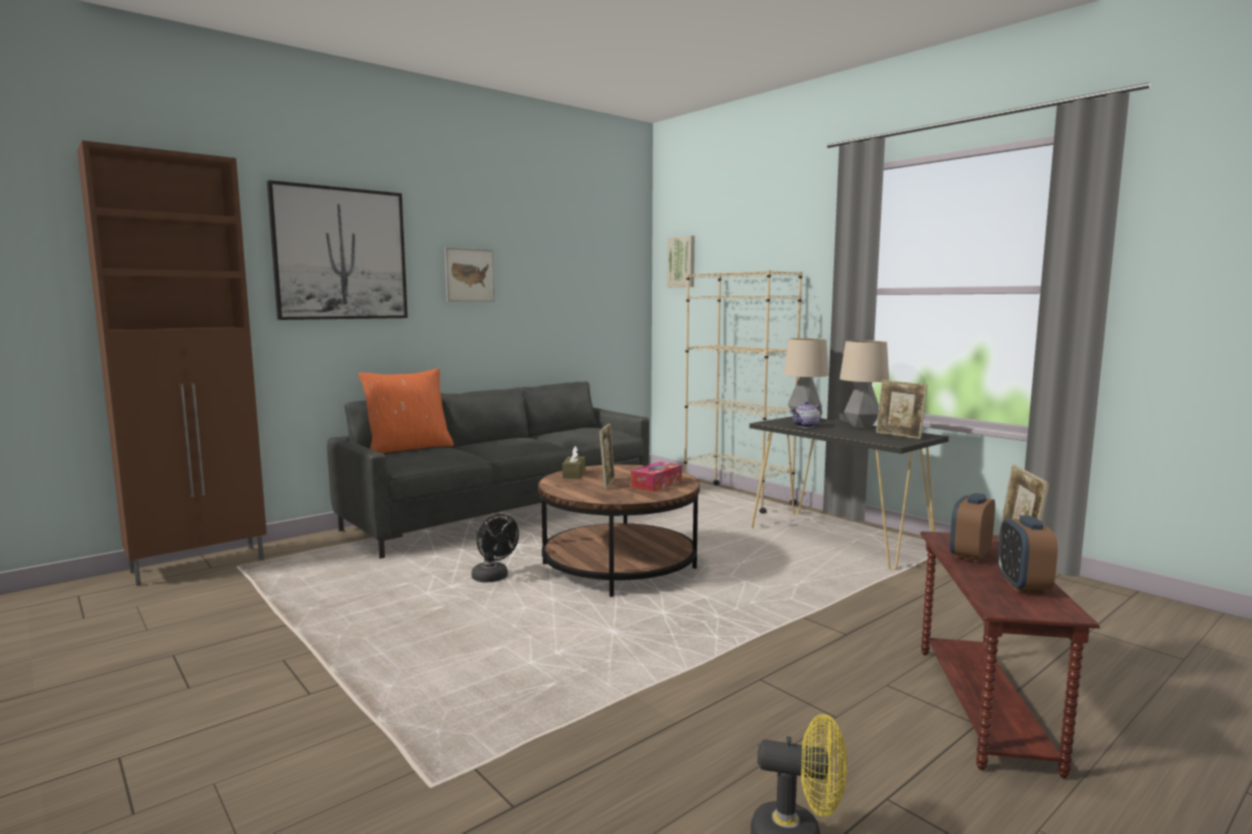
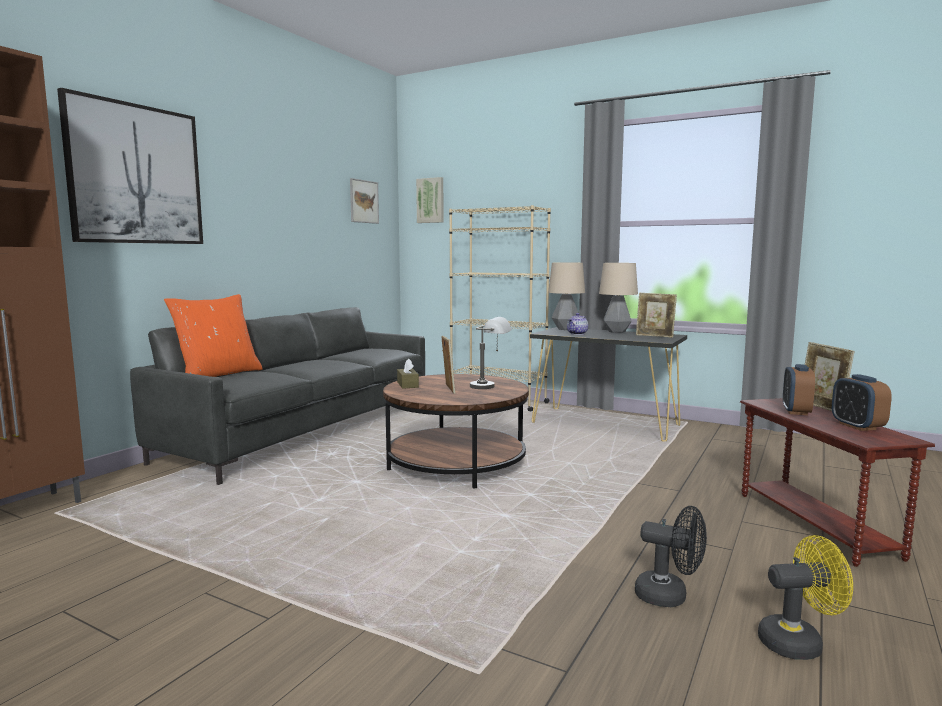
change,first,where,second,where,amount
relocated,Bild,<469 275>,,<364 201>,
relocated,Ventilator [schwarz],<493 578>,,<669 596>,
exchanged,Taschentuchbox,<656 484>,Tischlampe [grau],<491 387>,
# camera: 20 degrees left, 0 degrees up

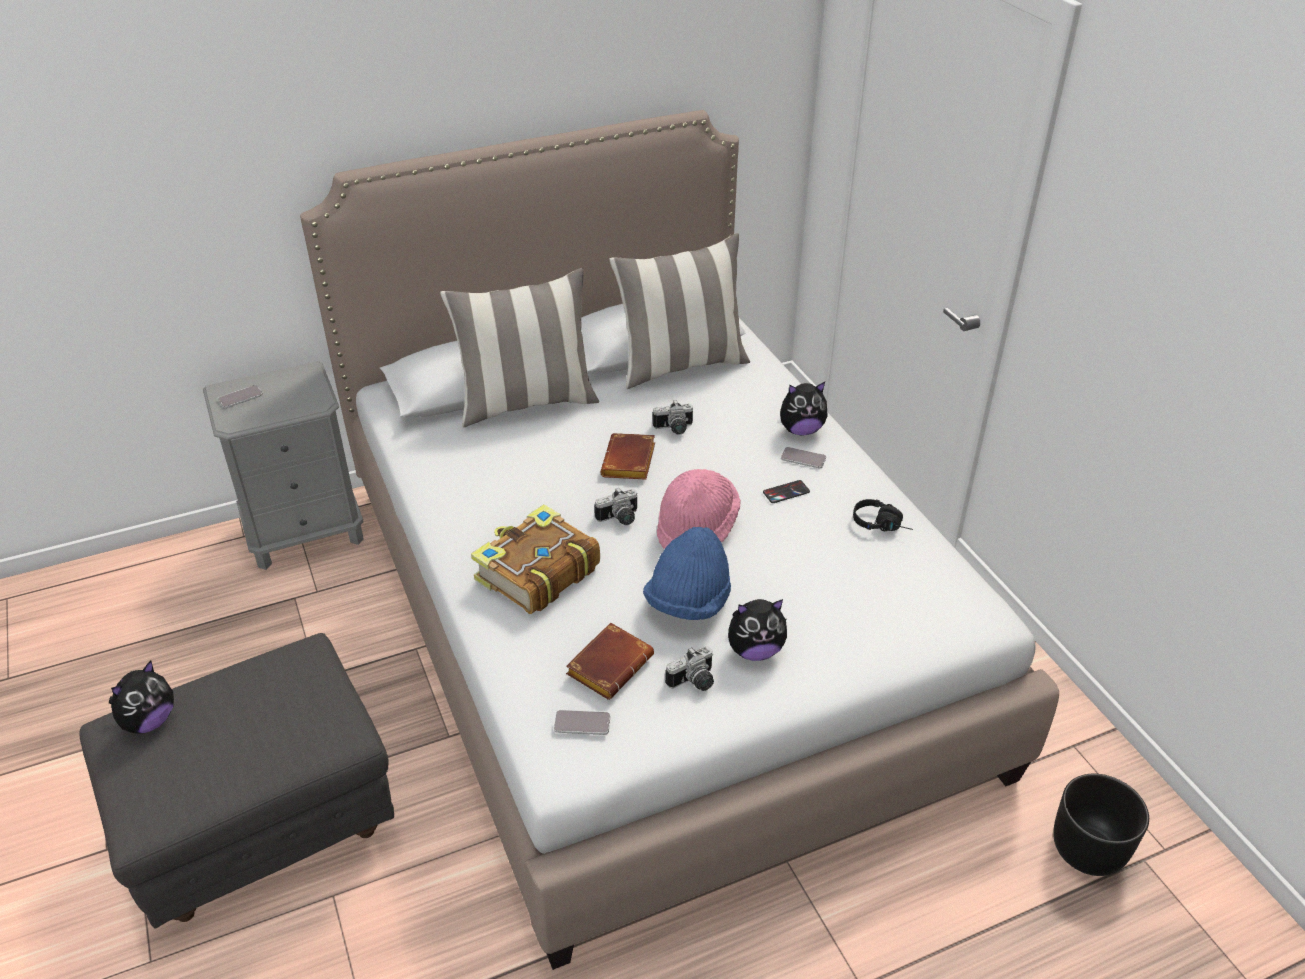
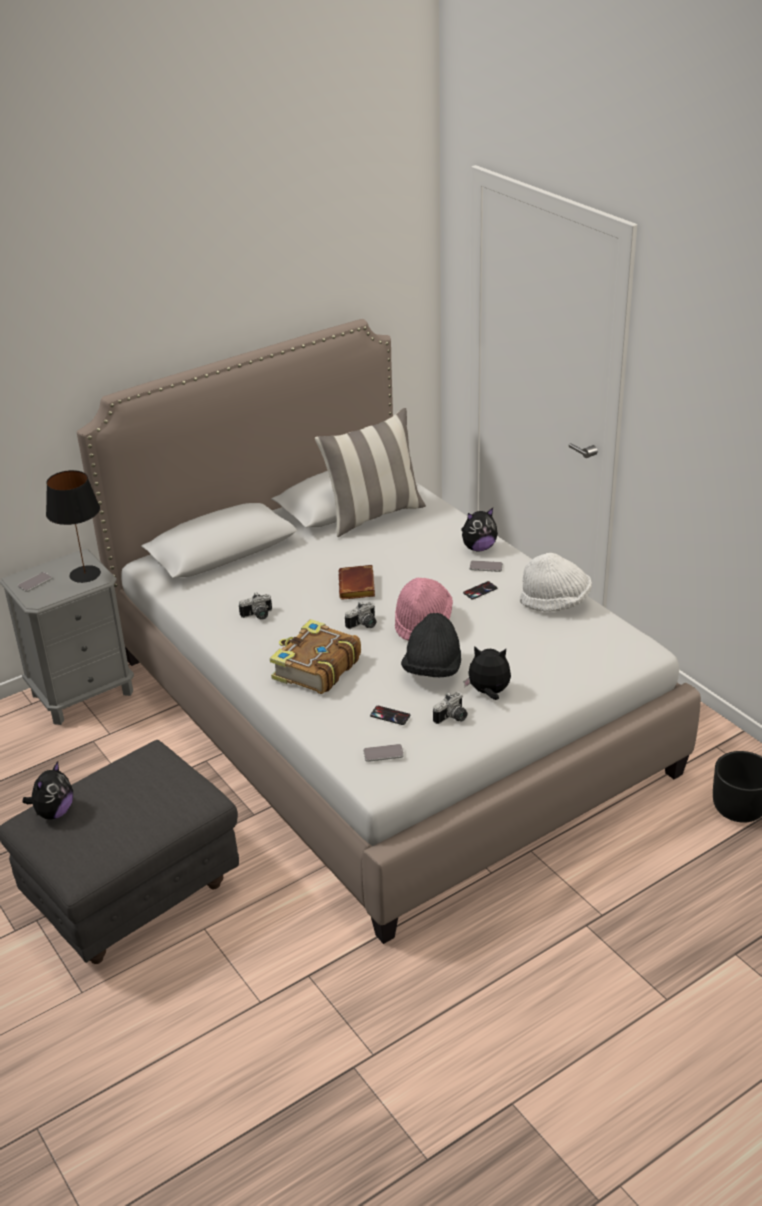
change,first,where,second,where,amount
missing,Kissen,<527 403>,,,
appeared,,,Tischlampe [schwarz],<84 574>,
relocated,Kamera,<674 429>,,<258 616>,
exchanged,Buch [braun],<609 664>,Handy,<390 715>,
exchanged,Kopfhörer [schwarz],<882 524>,Hut [weiß],<555 602>,
colour,Hut [blau],<688 602>,Hut [schwarz],<432 670>,
spun,Plüschtier,<755 650>,,<488 693>,150 degrees counterclockwise
# camera: 10 degrees left, 5 degrees down

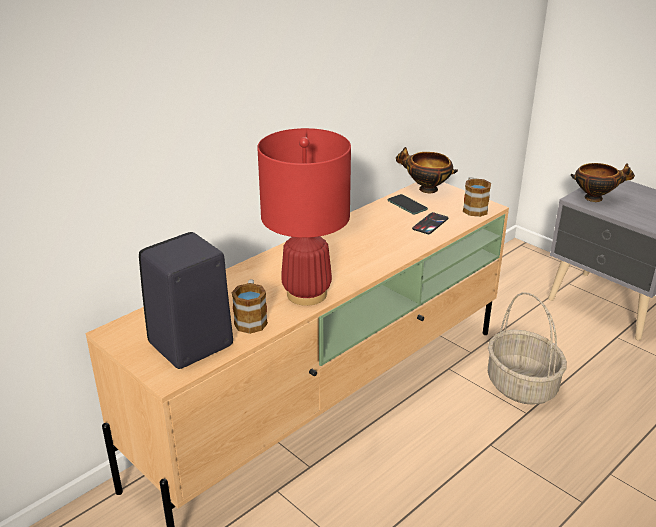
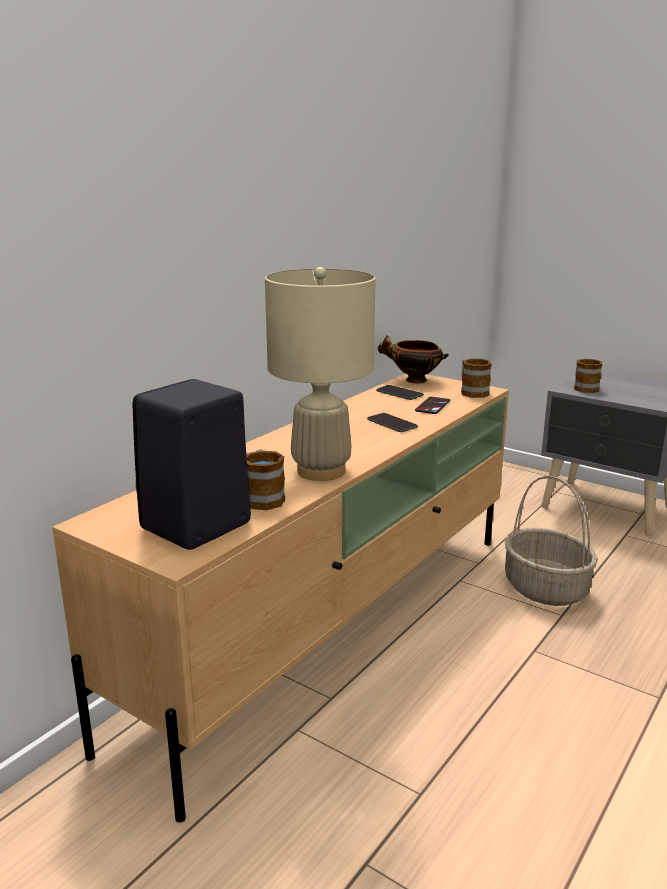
change,first,where,second,where,amount
appeared,,,Handy,<392 423>,
exchanged,Schüssel,<595 198>,Henkelbecher,<583 387>,
colour,Tischlampe [rot],<306 294>,Tischlampe [beige],<321 471>,
# camera: 10 degrees left, 10 degrees down

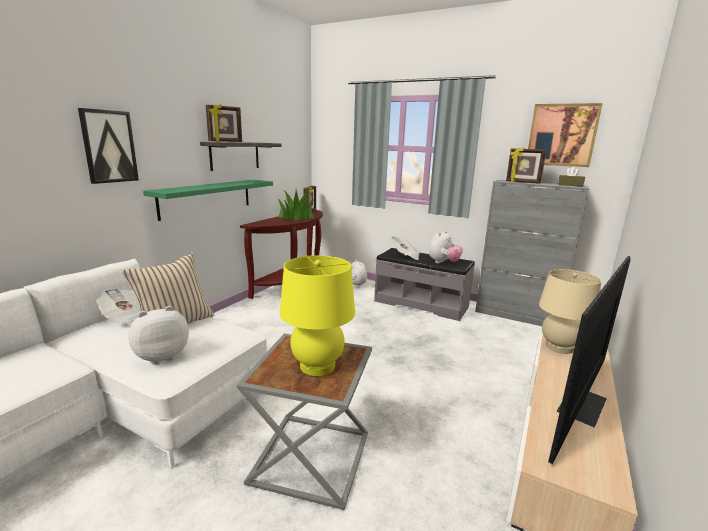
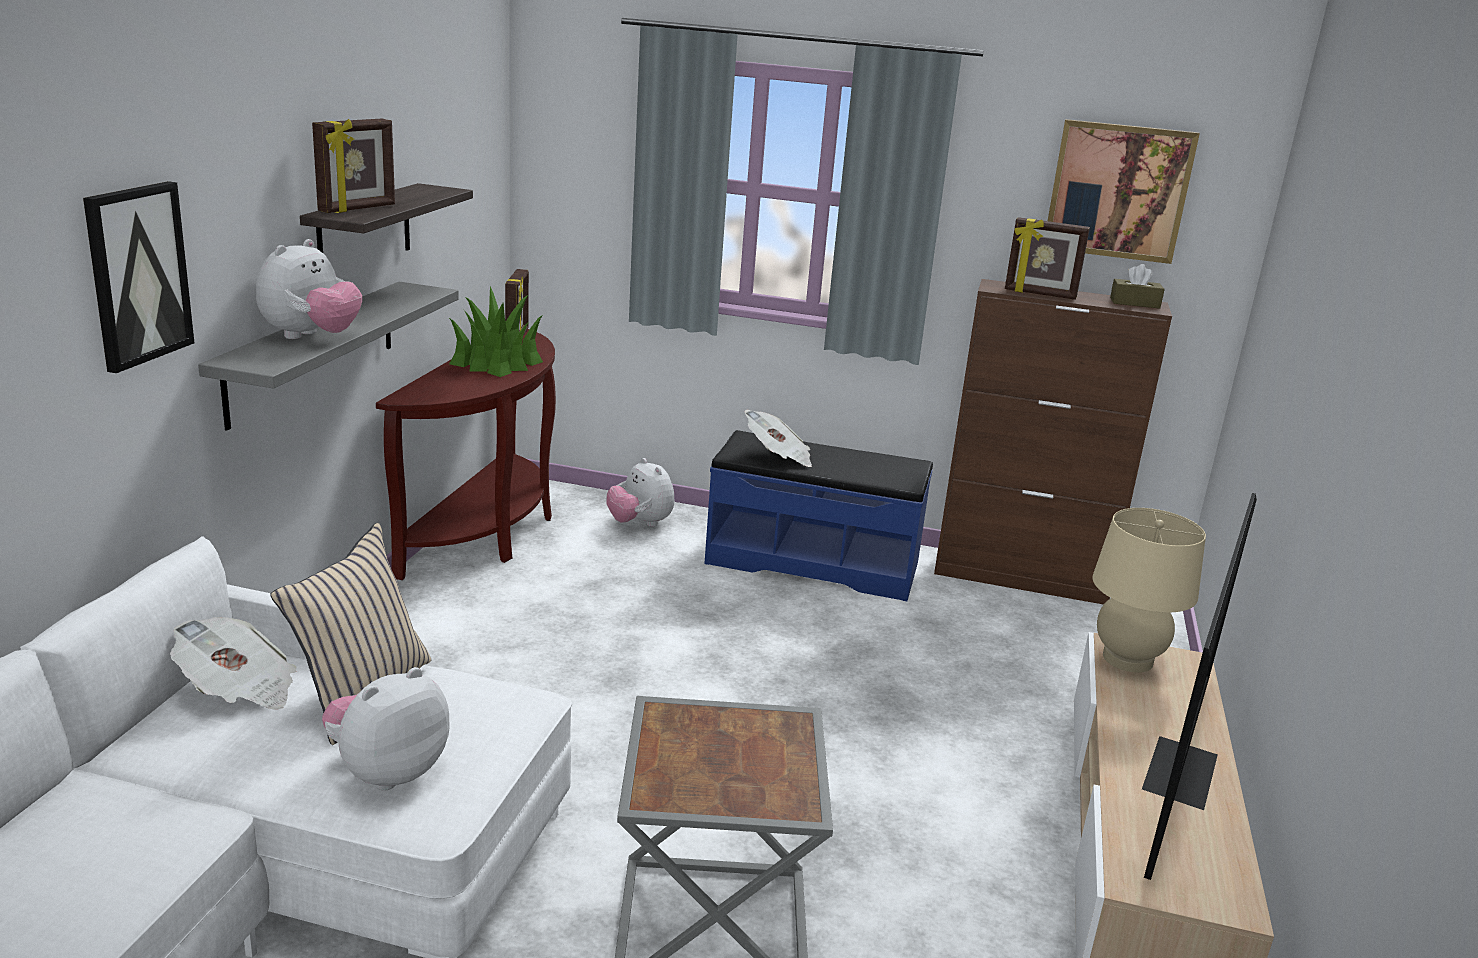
change,first,where,second,where,amount
missing,Tischlampe [gelb],<317 366>,,,
relocated,Plüschtier,<443 263>,,<311 337>,
colour,Wandregal [grün],<207 198>,Wandregal [grau],<313 351>,
colour,Bank [grau],<421 303>,Bank [blau],<813 562>,
colour,Schrank [grau],<517 316>,Schrank [braun],<1021 578>,
# camera: 15 degrees left, 5 degrees up

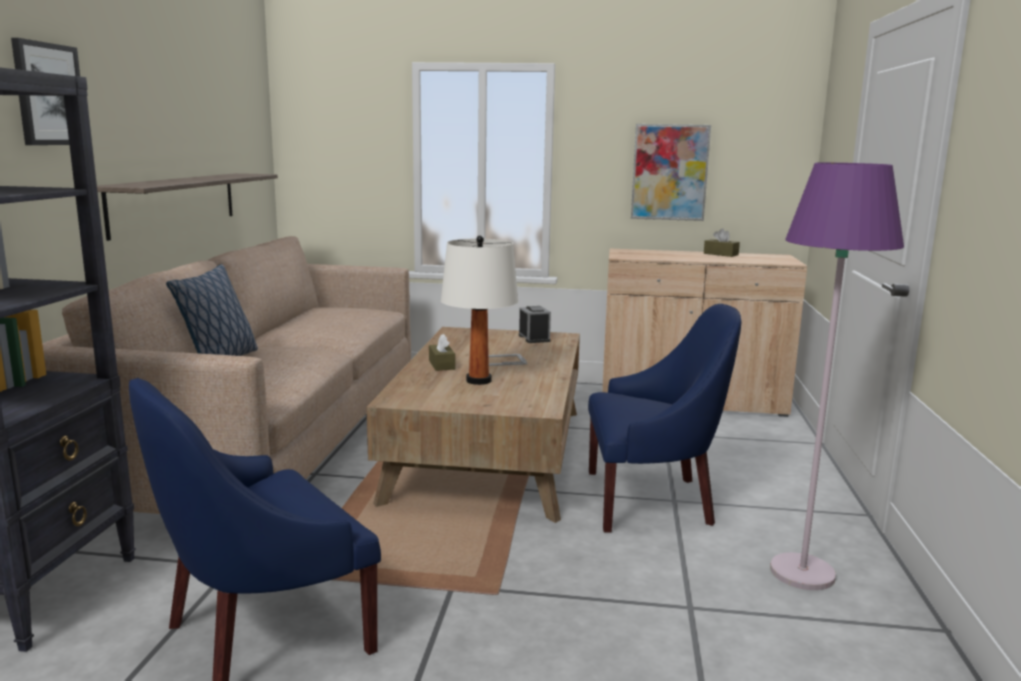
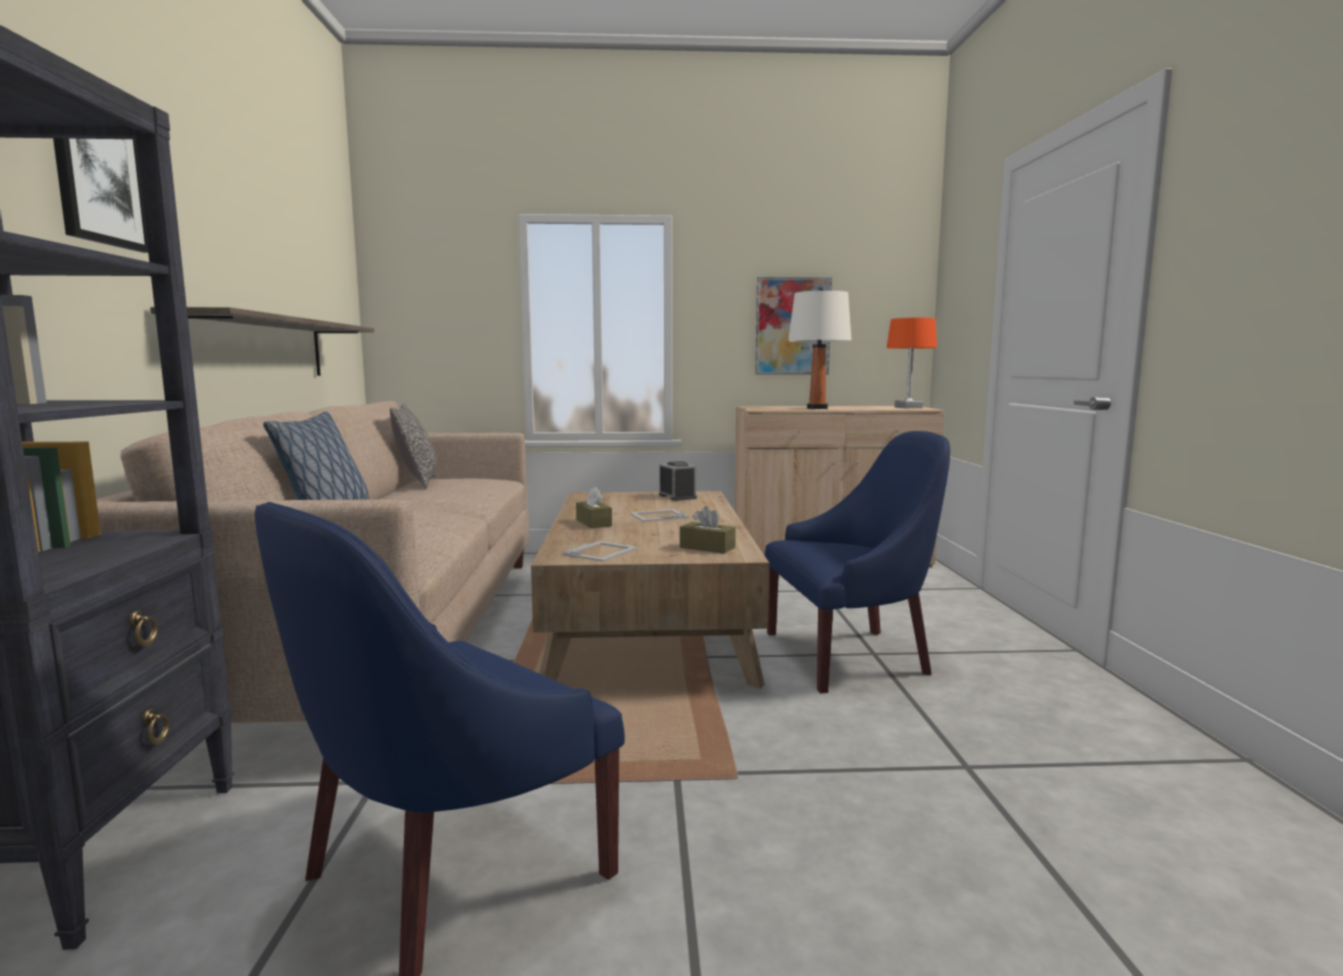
change,first,where,second,where,amount
missing,Stehlampe [lila],<802 573>,,,
appeared,,,Kissen,<418 482>,
appeared,,,Bilderrahmen,<602 551>,
appeared,,,Tischlampe [orange],<908 407>,
relocated,Tischlampe [weiß],<478 380>,,<817 408>,
relocated,Taschentuchbox [braun],<720 254>,,<707 547>,
# camera: 10 degrees left, 5 degrees down

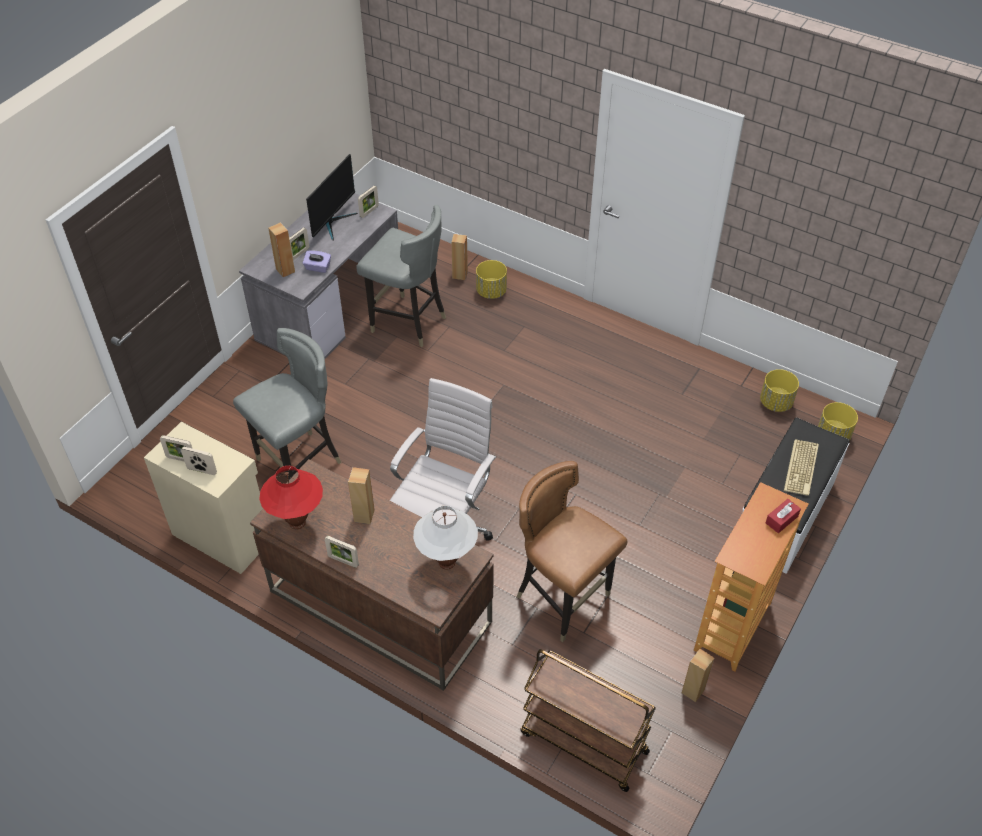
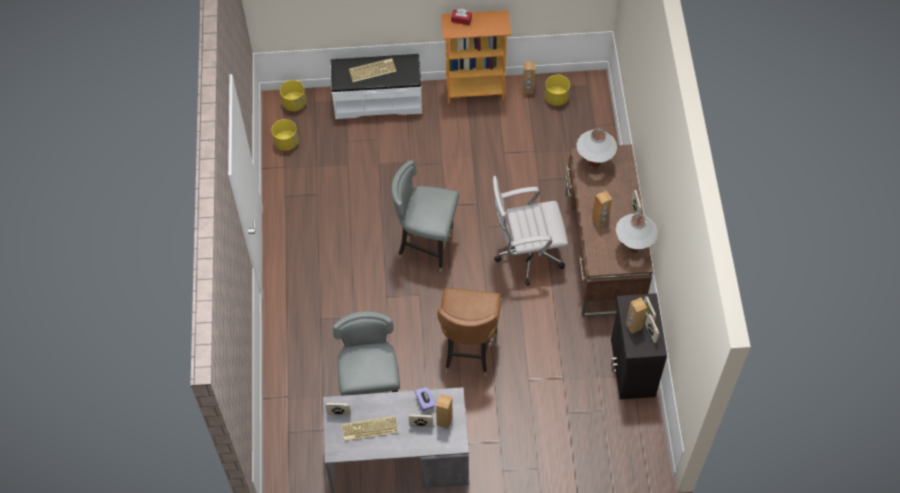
change,first,where,second,where,amount
missing,Rollwagen [braun],<582 742>,,,
relocated,Stuhl [grau],<299 464>,,<426 246>,
relocated,Lautsprecher [braun],<460 275>,,<633 326>,
relocated,Pflanzkübel [gelb],<491 291>,,<556 98>,
relocated,Stuhl [braun],<563 599>,,<468 351>,
exchanged,Monitor,<333 222>,Tastatur,<369 429>,
colour,Schrank [beige],<222 535>,Schrank [schwarz],<631 368>,
colour,Tischlampe [rot],<297 523>,Tischlampe [weiß],<633 248>,
# camera: 125 degrees left, 10 degrees up

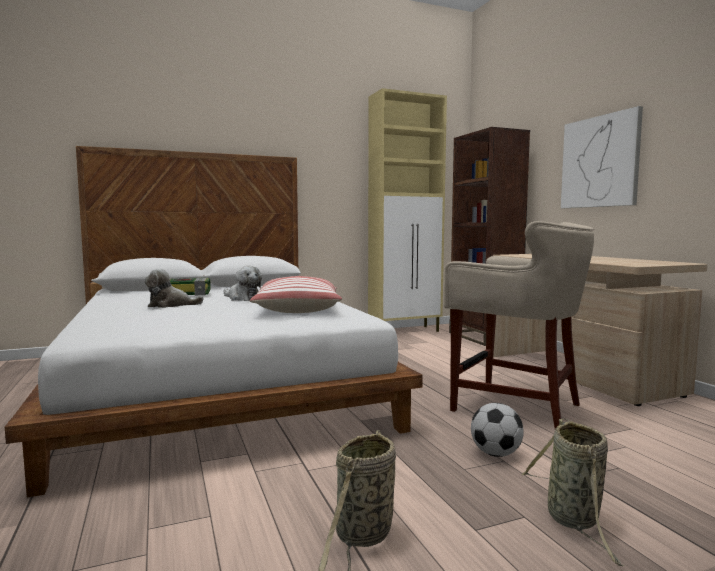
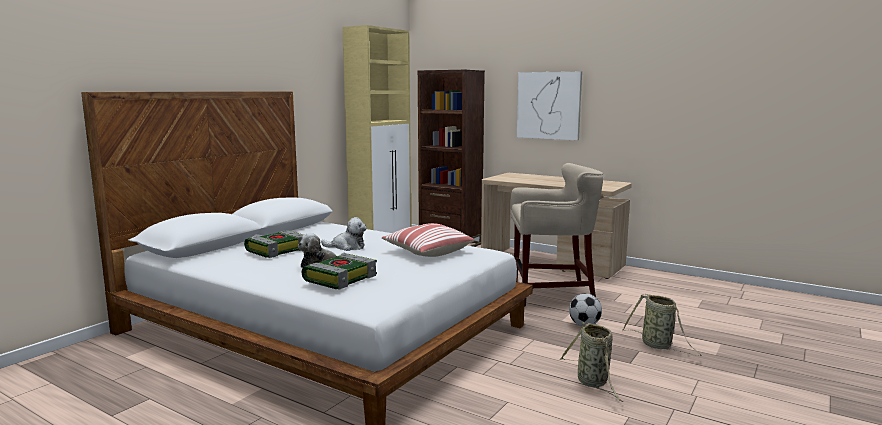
change,first,where,second,where,amount
appeared,,,Buch,<340 278>,
# camera: 35 degrees left, 5 degrees up

